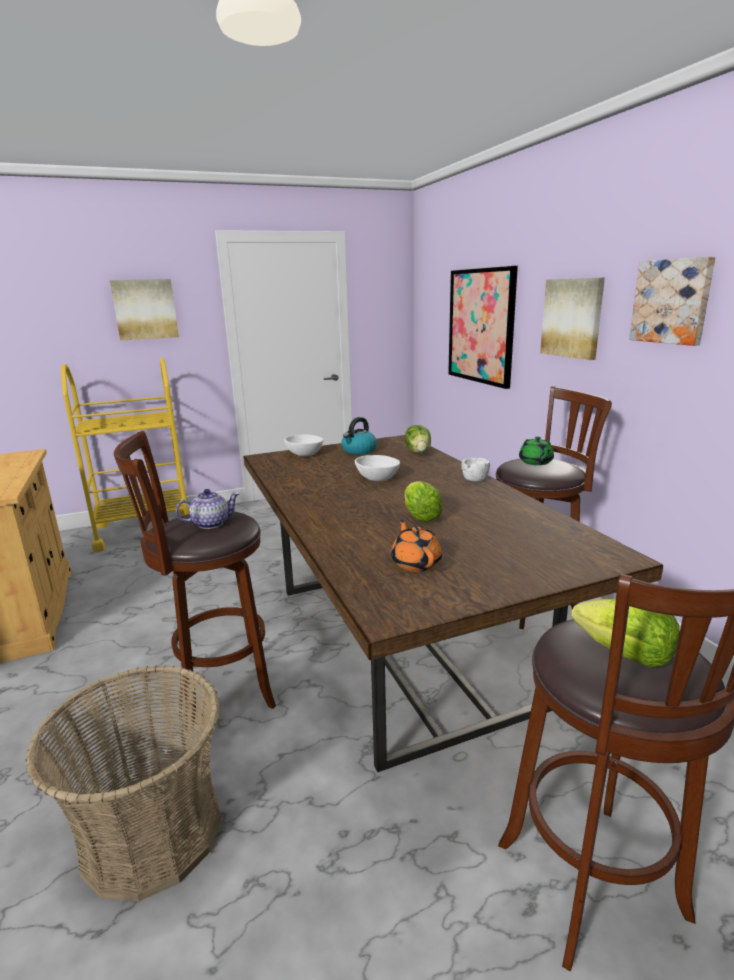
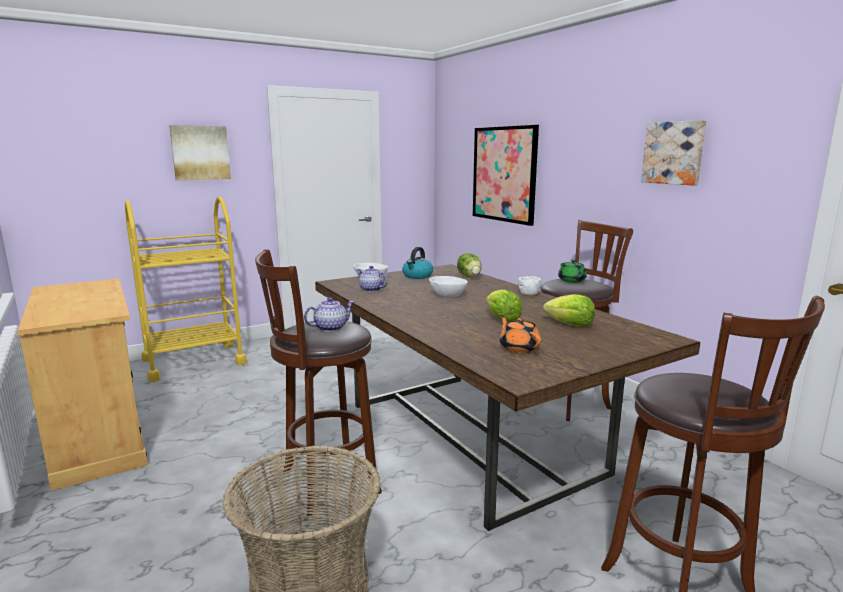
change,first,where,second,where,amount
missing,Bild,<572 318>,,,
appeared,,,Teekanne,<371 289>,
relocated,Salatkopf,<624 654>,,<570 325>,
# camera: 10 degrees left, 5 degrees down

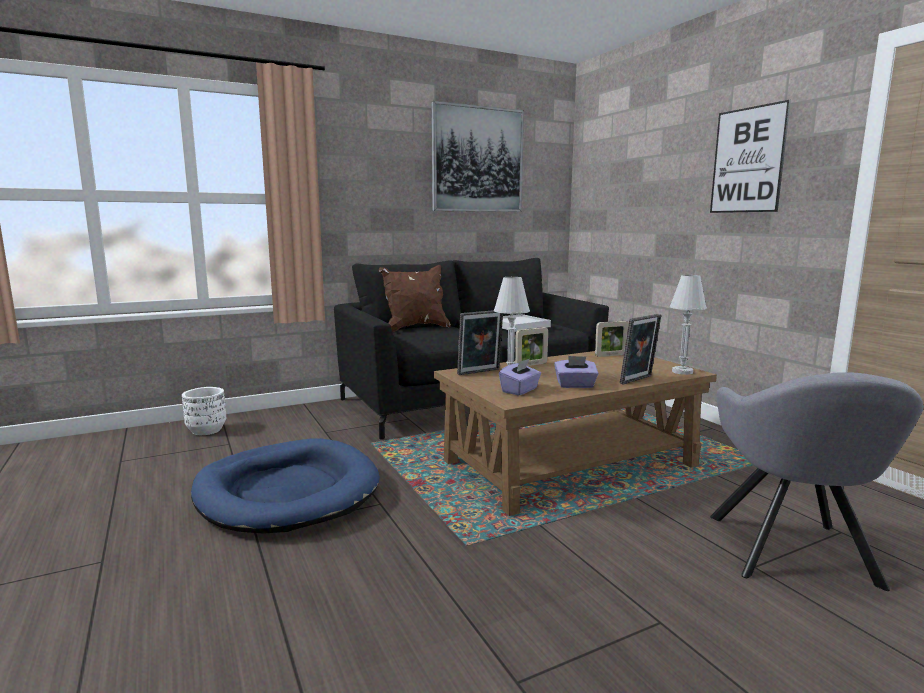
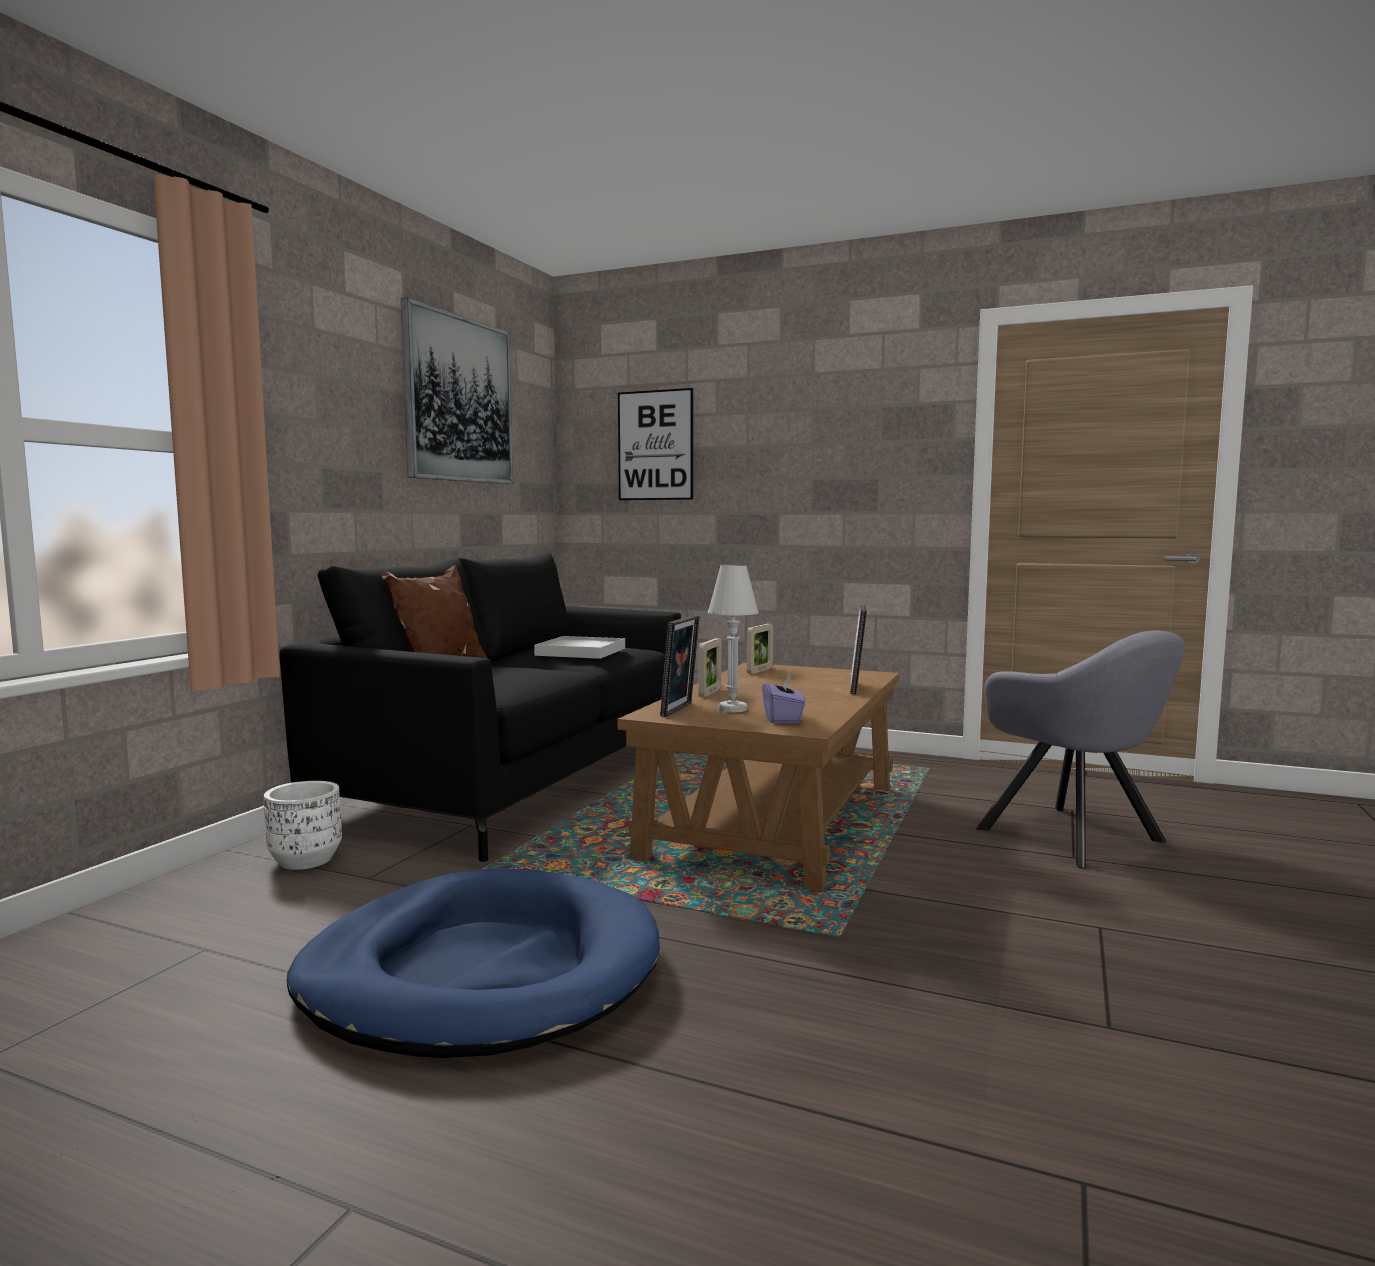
change,first,where,second,where,amount
missing,Taschentuchbox [lila],<575 385>,,,
missing,Tischlampe [weiß],<682 372>,,,
relocated,Pflanzkübel [weiß],<206 430>,,<305 860>,
relocated,Bild,<748 160>,,<655 445>,
# camera: 40 degrees left, 5 degrees down

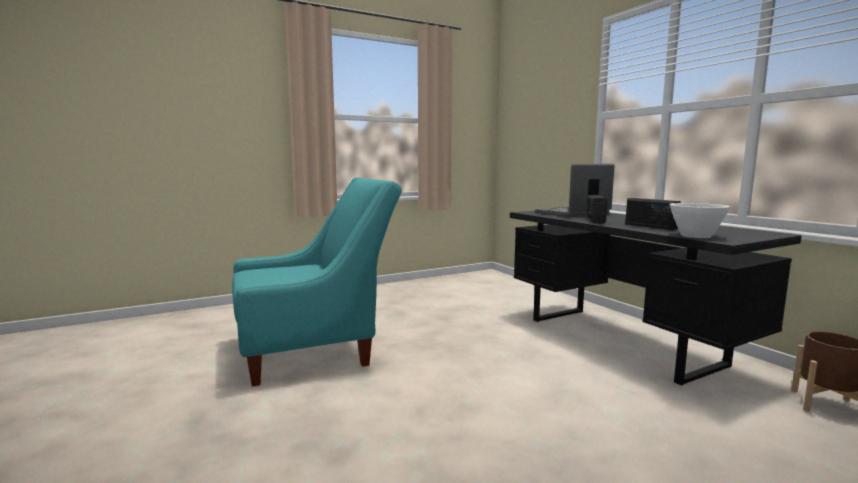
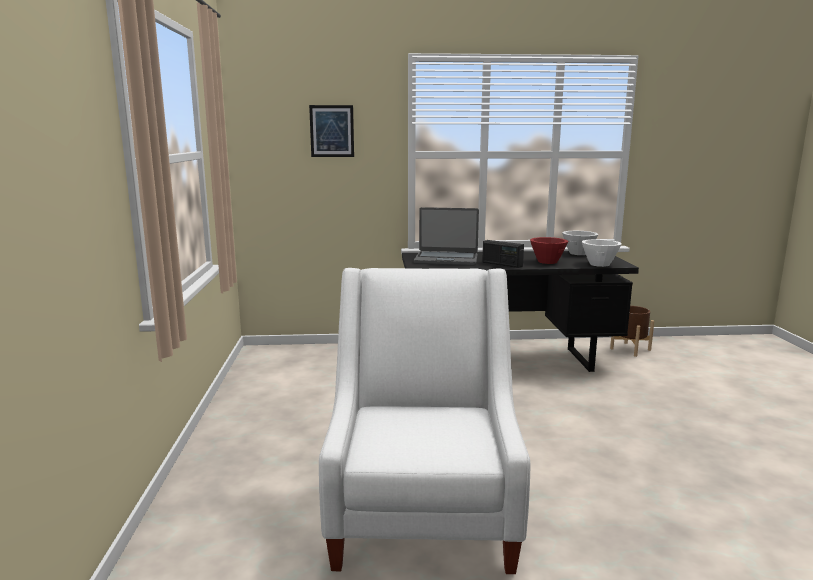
change,first,where,second,where,amount
appeared,,,Bild,<332 131>,
appeared,,,Schüssel [weiß],<578 253>,
exchanged,Radio,<650 226>,Schüssel [rot],<547 261>,
colour,Sessel [türkis],<316 349>,Sessel [weiß],<423 511>,
spun,Laptop,<573 213>,,<446 259>,75 degrees counterclockwise
# camera: 65 degrees left, 5 degrees up

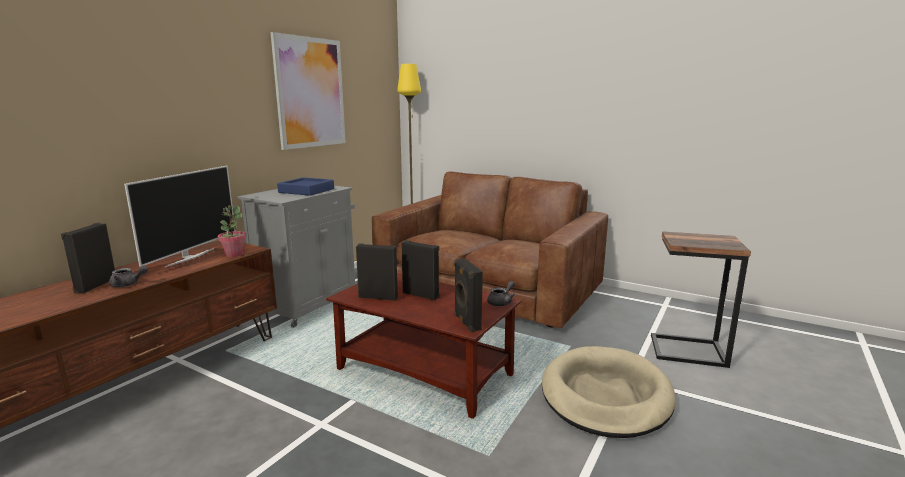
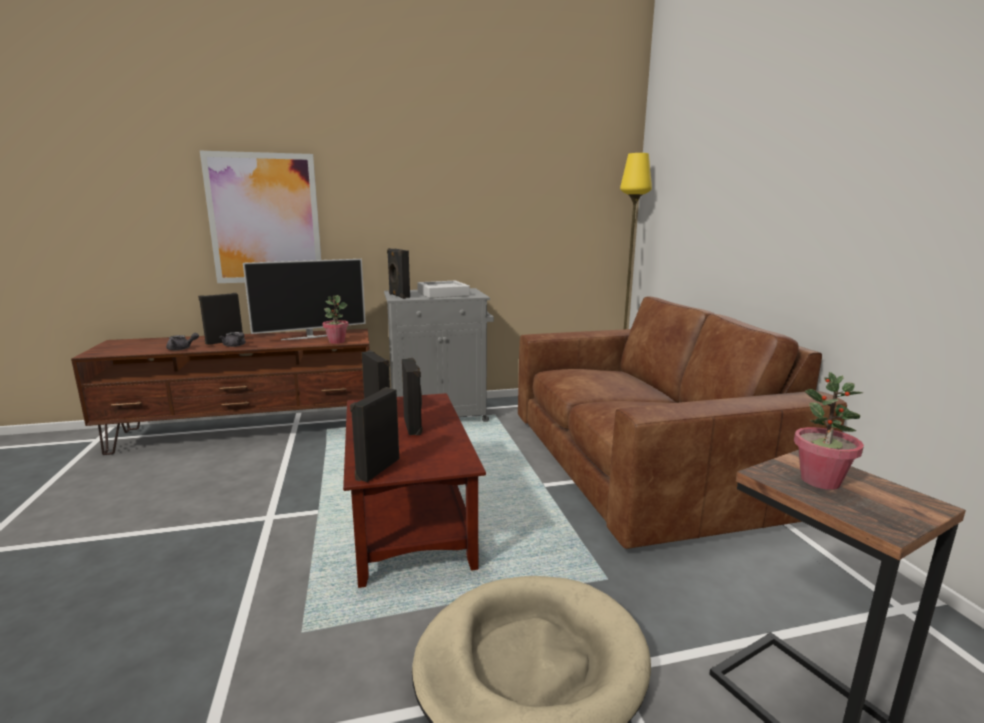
change,first,where,second,where,amount
appeared,,,Lautsprecher [schwarz],<398 296>,
appeared,,,Topfpflanze,<820 481>,
relocated,Bild,<310 93>,,<265 219>,
relocated,Teekanne [grau],<501 302>,,<182 349>,
colour,Tablett [blau],<306 191>,Tablett [grau],<443 294>,
# camera: 45 degrees right, 0 degrees up

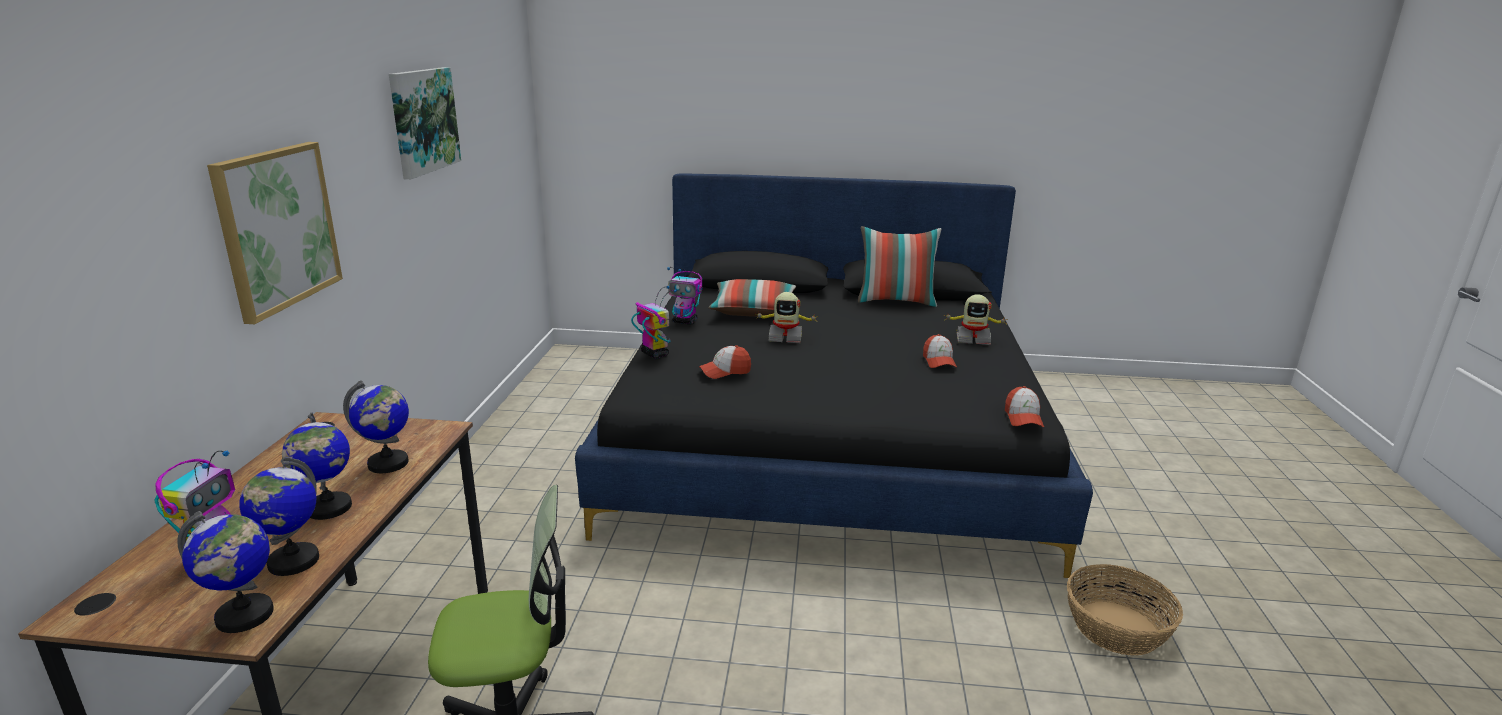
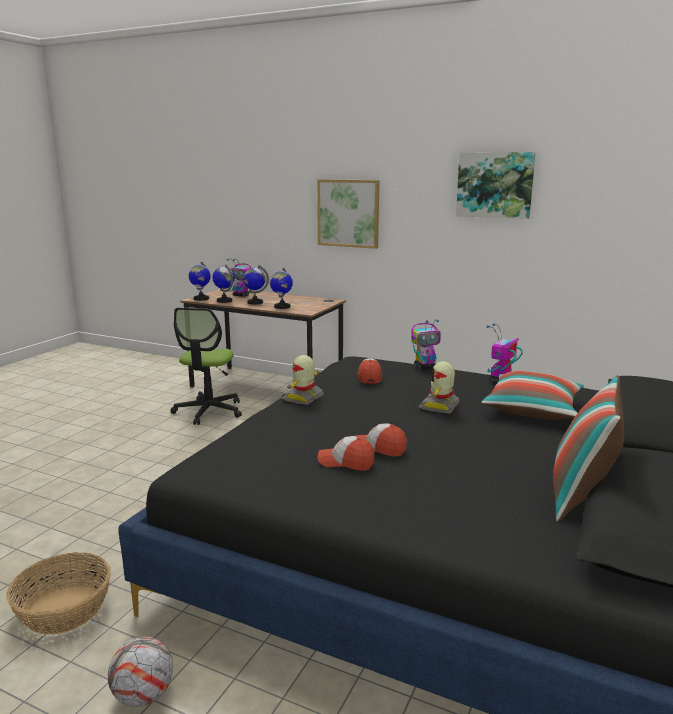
change,first,where,second,where,amount
appeared,,,Fußball,<143 695>,
relocated,Spielzeugroboter,<972 339>,,<303 398>,
relocated,Kappe,<1023 418>,,<379 448>,
# camera: 110 degrees right, 5 degrees down

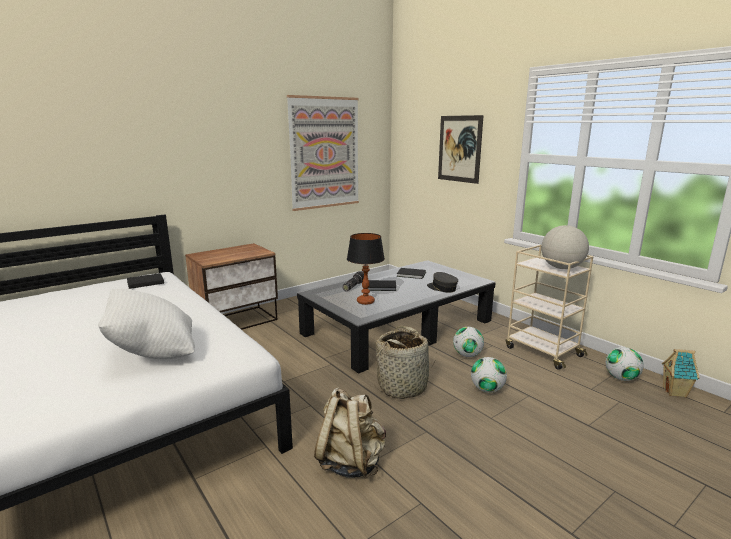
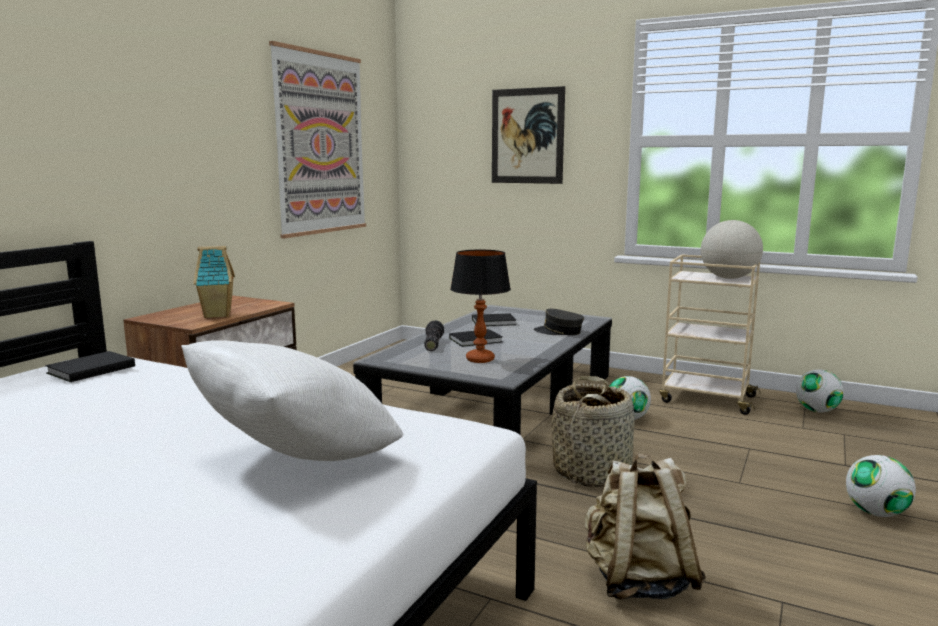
change,first,where,second,where,amount
relocated,Fußball,<487 389>,,<876 513>,
relocated,Spielzeughaus,<675 392>,,<218 315>,
# camera: 25 degrees left, 5 degrees down

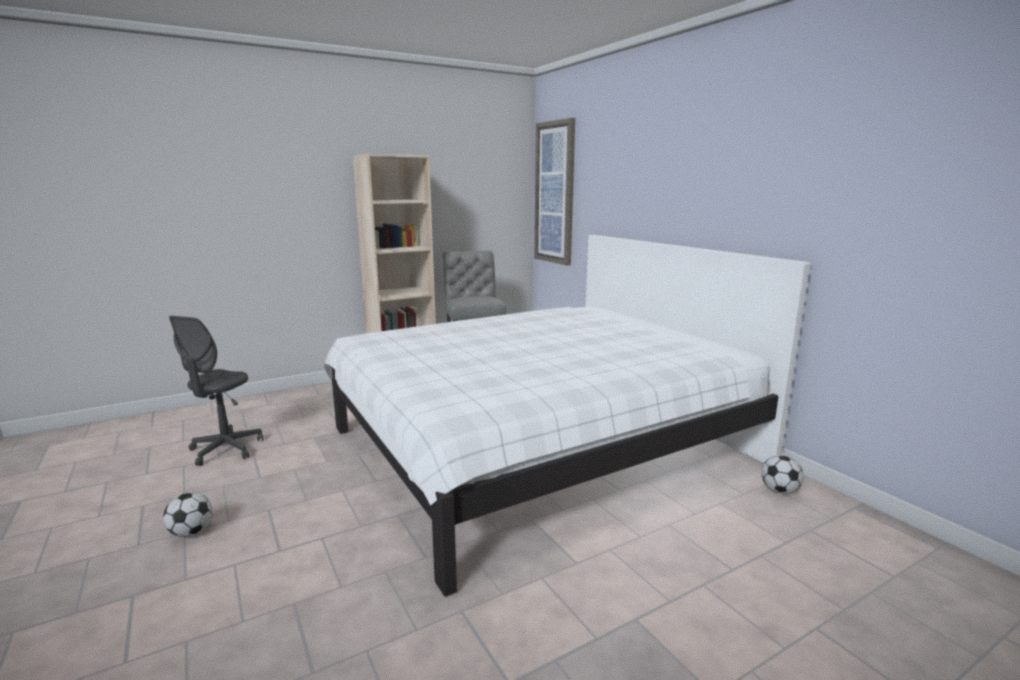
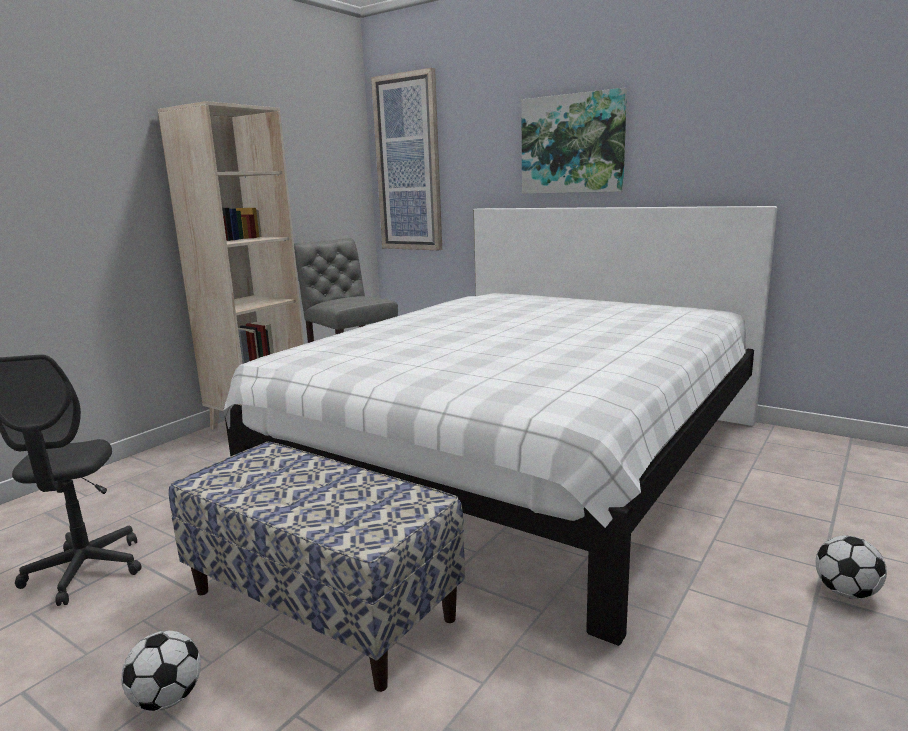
change,first,where,second,where,amount
appeared,,,Bank,<322 604>,
appeared,,,Bild,<572 144>,
relocated,Fußball,<779 490>,,<846 592>,
# camera: 25 degrees left, 0 degrees up

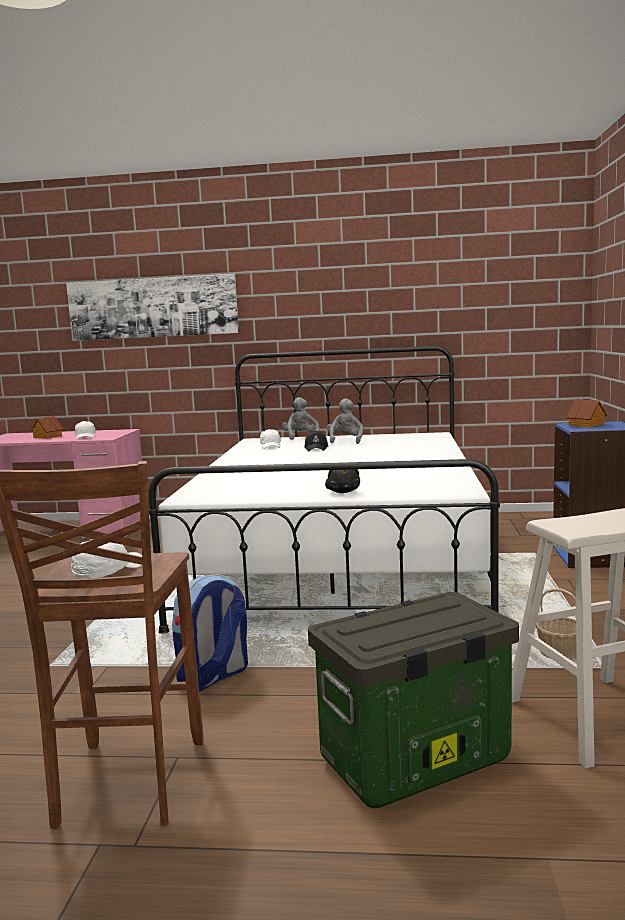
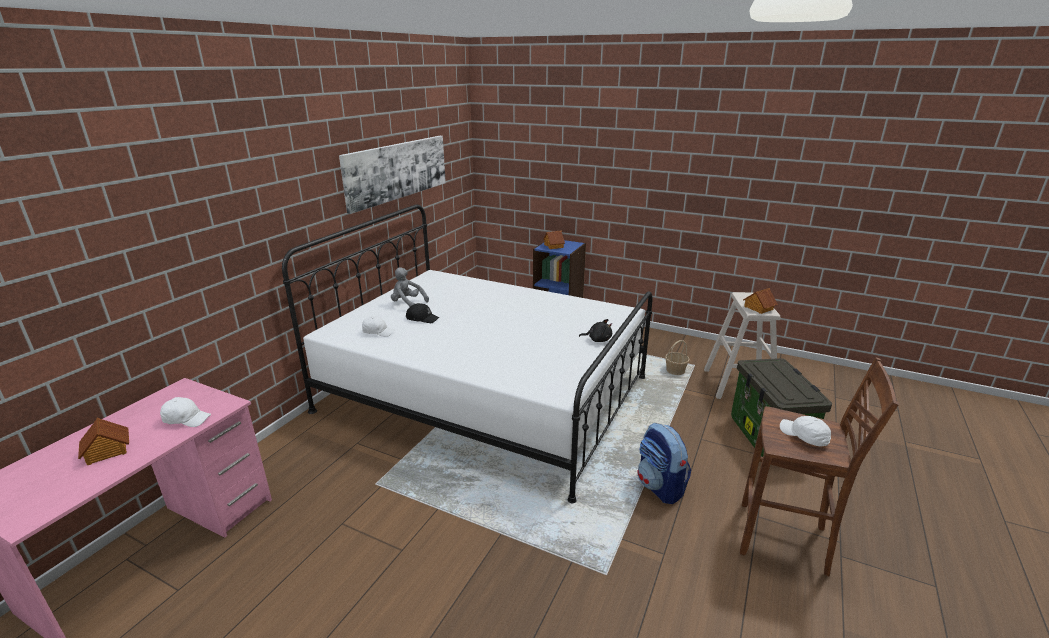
change,first,where,second,where,amount
missing,Plüschtier [grau],<301 438>,,,
appeared,,,Spielzeughaus,<758 308>,
relocated,Bild,<153 308>,,<397 170>,
# camera: 70 degrees left, 15 degrees up

